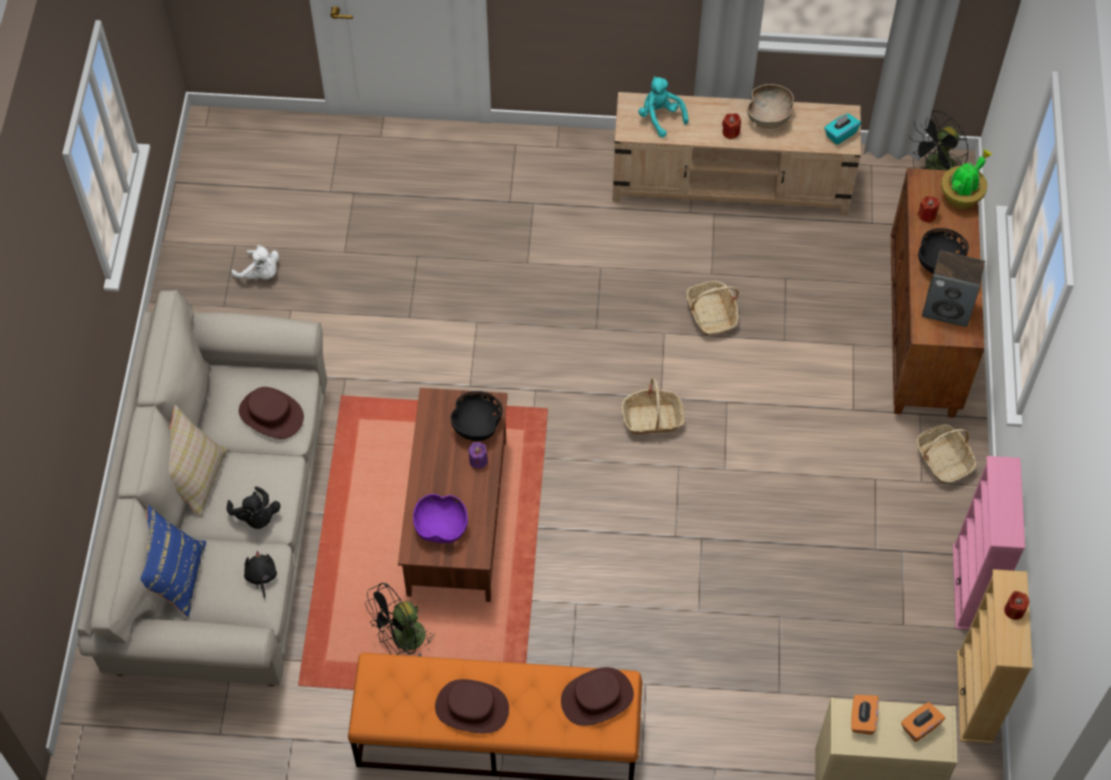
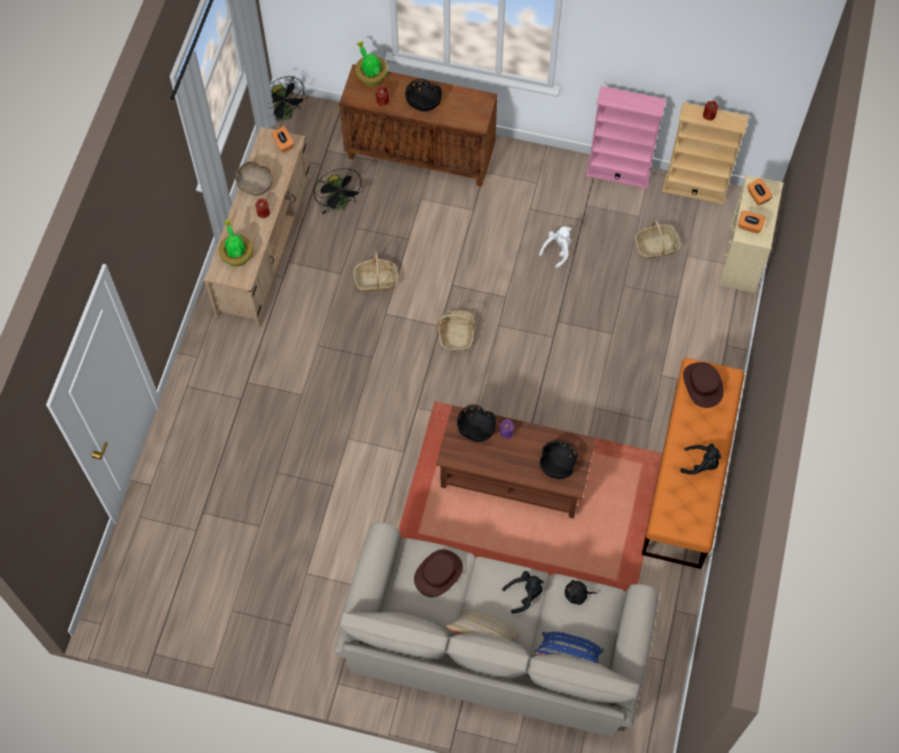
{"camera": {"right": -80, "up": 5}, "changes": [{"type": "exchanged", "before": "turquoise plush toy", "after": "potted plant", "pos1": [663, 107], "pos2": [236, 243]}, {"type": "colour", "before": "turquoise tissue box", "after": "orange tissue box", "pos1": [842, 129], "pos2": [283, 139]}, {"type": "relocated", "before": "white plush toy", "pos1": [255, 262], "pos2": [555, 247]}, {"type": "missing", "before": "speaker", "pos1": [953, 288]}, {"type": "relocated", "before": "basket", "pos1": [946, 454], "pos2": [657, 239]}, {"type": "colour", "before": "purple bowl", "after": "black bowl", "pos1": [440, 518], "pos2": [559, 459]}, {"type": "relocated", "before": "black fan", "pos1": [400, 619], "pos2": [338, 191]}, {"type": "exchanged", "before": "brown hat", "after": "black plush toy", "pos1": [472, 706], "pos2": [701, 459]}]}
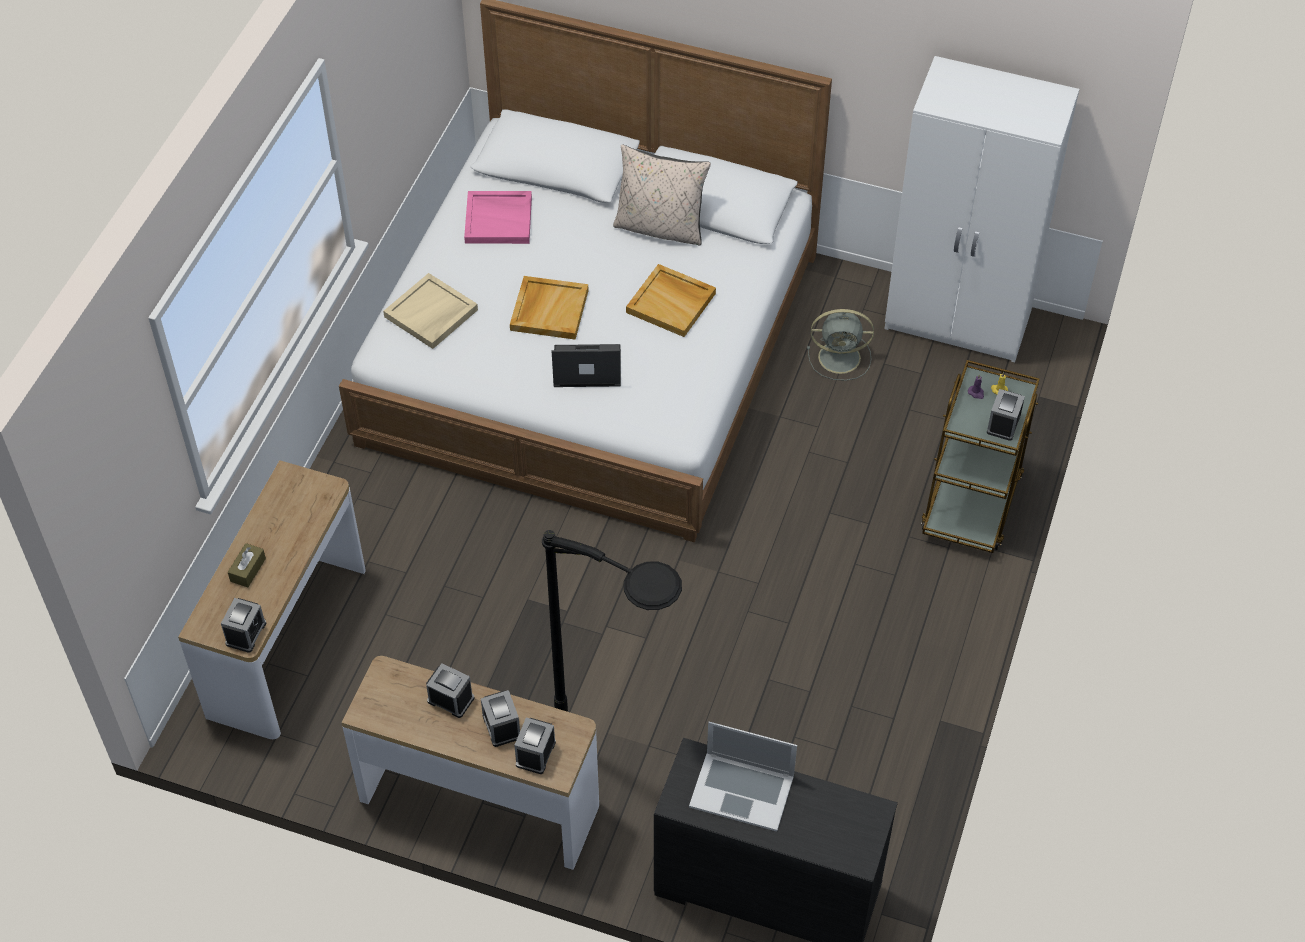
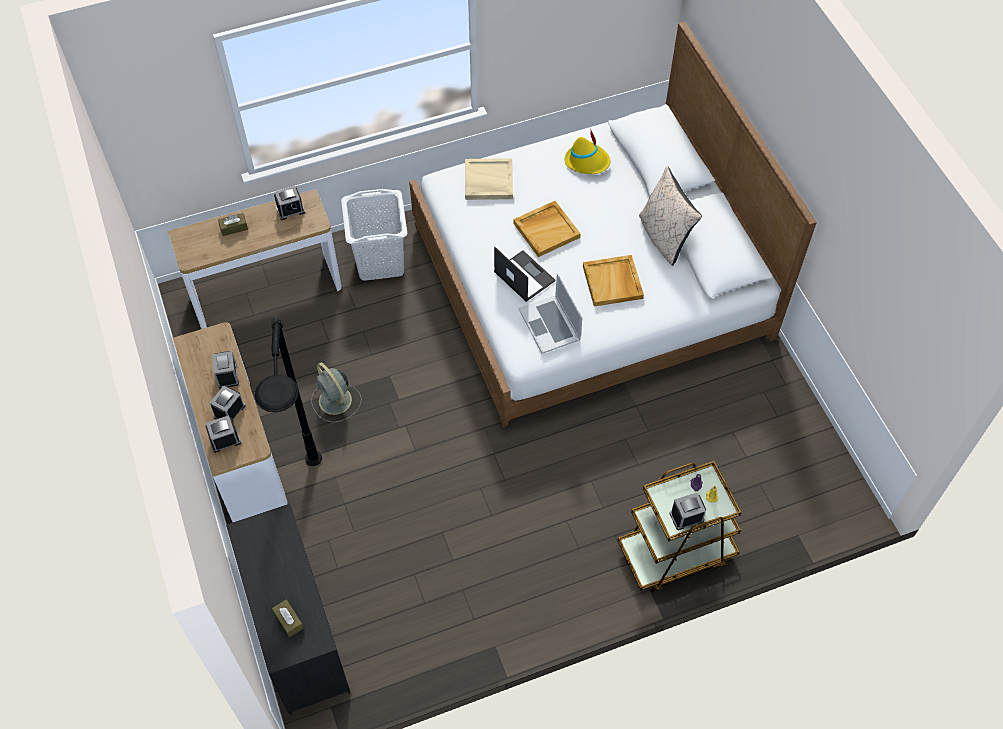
{"camera": {"right": 50, "up": 5}, "changes": [{"type": "missing", "before": "white wardrobe", "pos1": [982, 209]}, {"type": "exchanged", "before": "pink tray", "after": "yellow hat", "pos1": [498, 217], "pos2": [588, 151]}, {"type": "relocated", "before": "grey fan", "pos1": [840, 345], "pos2": [336, 392]}, {"type": "relocated", "before": "alarm clock", "pos1": [243, 625], "pos2": [289, 203]}, {"type": "relocated", "before": "laptop", "pos1": [743, 777], "pos2": [550, 313]}, {"type": "appeared", "after": "white laundry basket", "pos2": [374, 235]}, {"type": "appeared", "after": "brown tissue box", "pos2": [288, 618]}]}
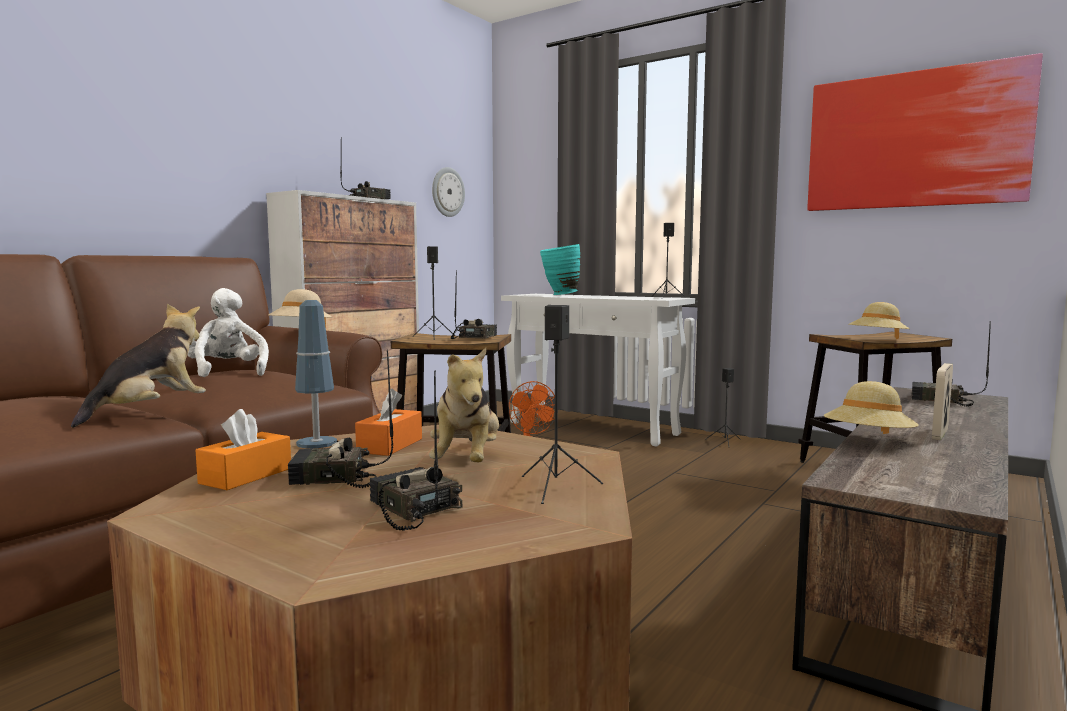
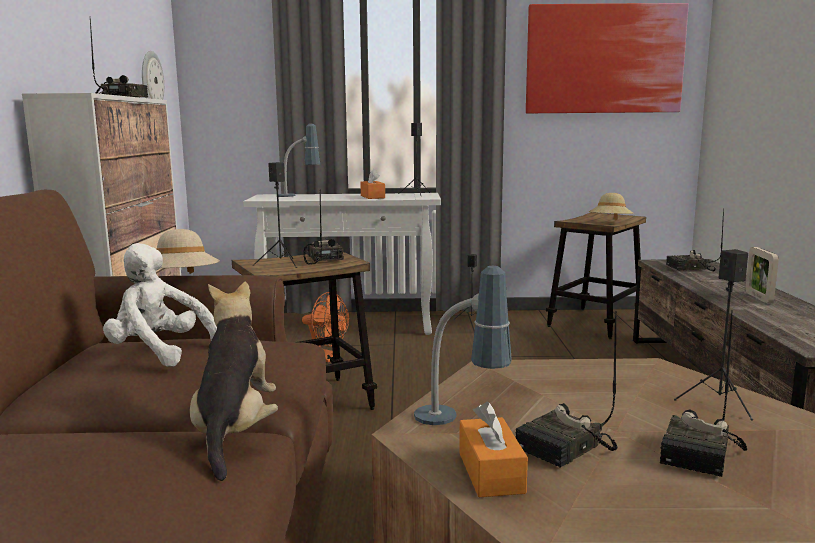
{"camera": {"right": -35, "up": 5}, "changes": [{"type": "exchanged", "before": "turquoise vase", "after": "table lamp", "pos1": [560, 269], "pos2": [299, 160]}, {"type": "missing", "before": "plush toy", "pos1": [464, 405]}, {"type": "spun", "before": "radio", "pos1": [416, 450], "pos2": [703, 393], "turn": -75}, {"type": "missing", "before": "beige hat", "pos1": [871, 407]}, {"type": "relocated", "before": "orange tissue box", "pos1": [388, 422], "pos2": [372, 183]}]}
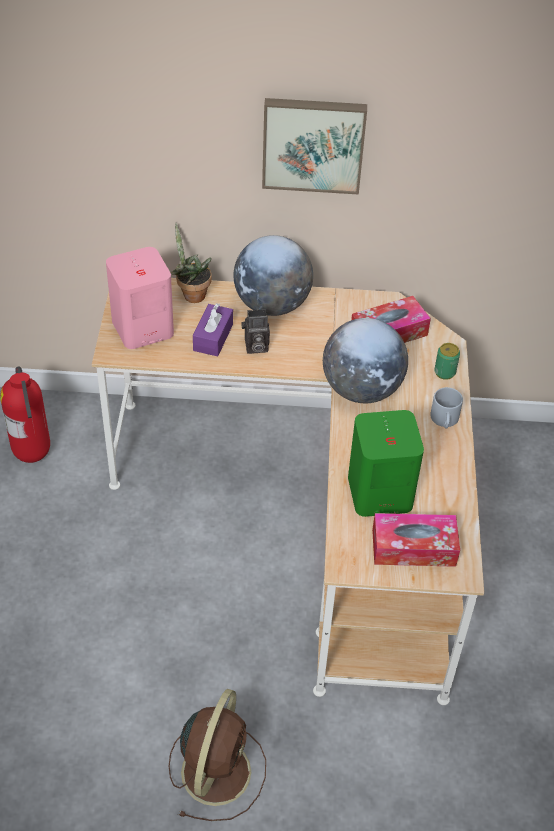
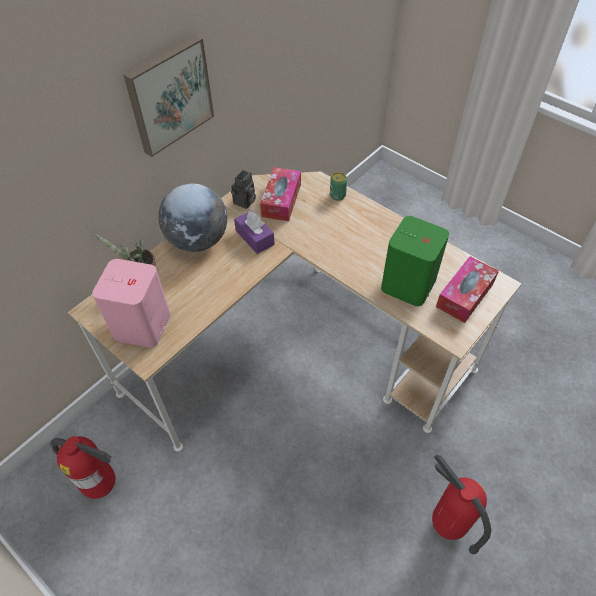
{"camera": {"right": -50, "up": 5}, "changes": [{"type": "relocated", "before": "purple tissue box", "pos1": [213, 330], "pos2": [254, 232]}, {"type": "relocated", "before": "photo camera", "pos1": [255, 331], "pos2": [243, 189]}, {"type": "missing", "before": "globe", "pos1": [365, 360]}, {"type": "missing", "before": "grey mug", "pos1": [446, 407]}, {"type": "exchanged", "before": "brown fan", "after": "fire extinguisher", "pos1": [217, 755], "pos2": [461, 504]}]}
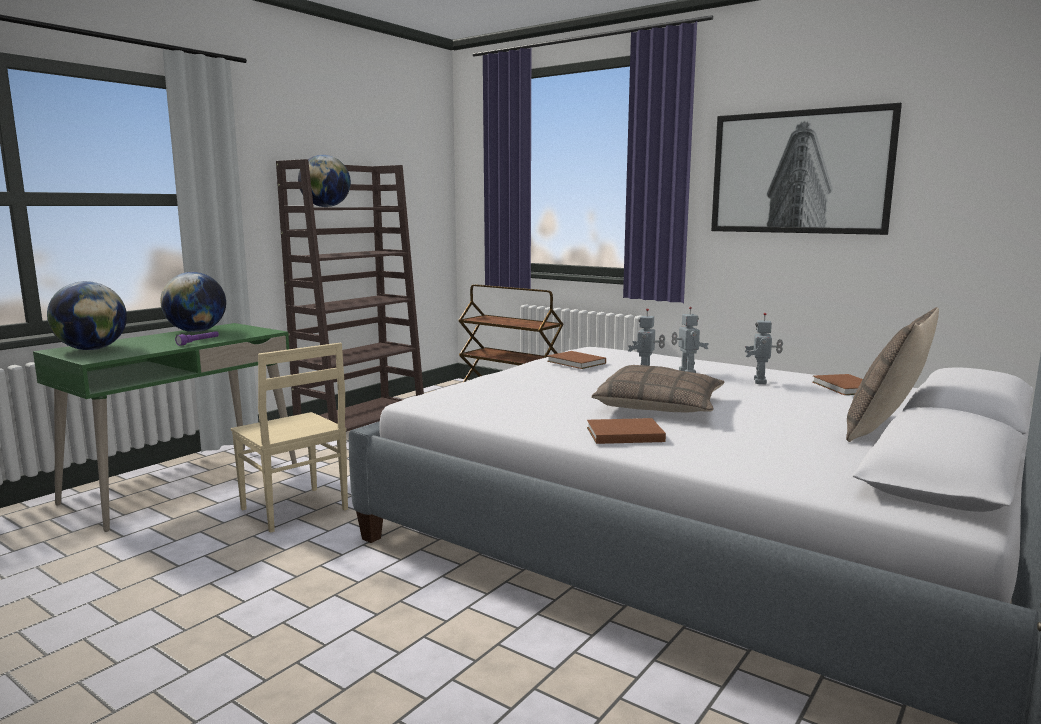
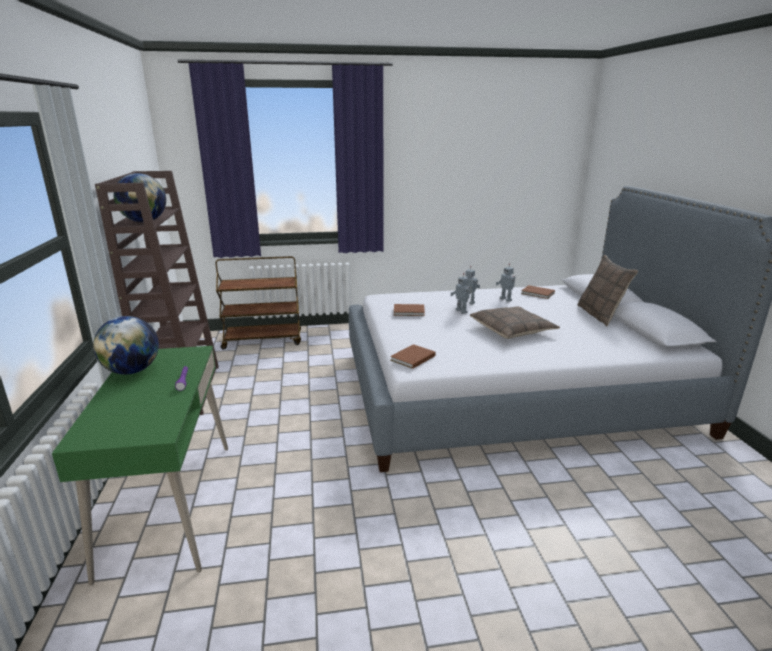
{"camera": {"right": -45, "up": 10}, "changes": [{"type": "missing", "before": "picture", "pos1": [806, 169]}, {"type": "missing", "before": "globe", "pos1": [87, 315]}, {"type": "missing", "before": "beige chair", "pos1": [289, 438]}, {"type": "relocated", "before": "brown book", "pos1": [626, 431], "pos2": [413, 356]}]}
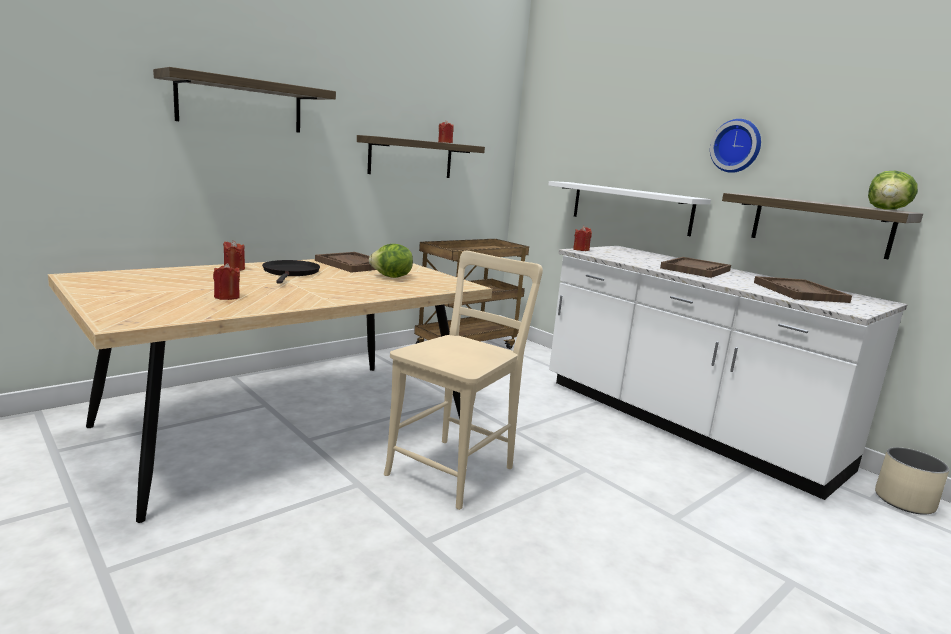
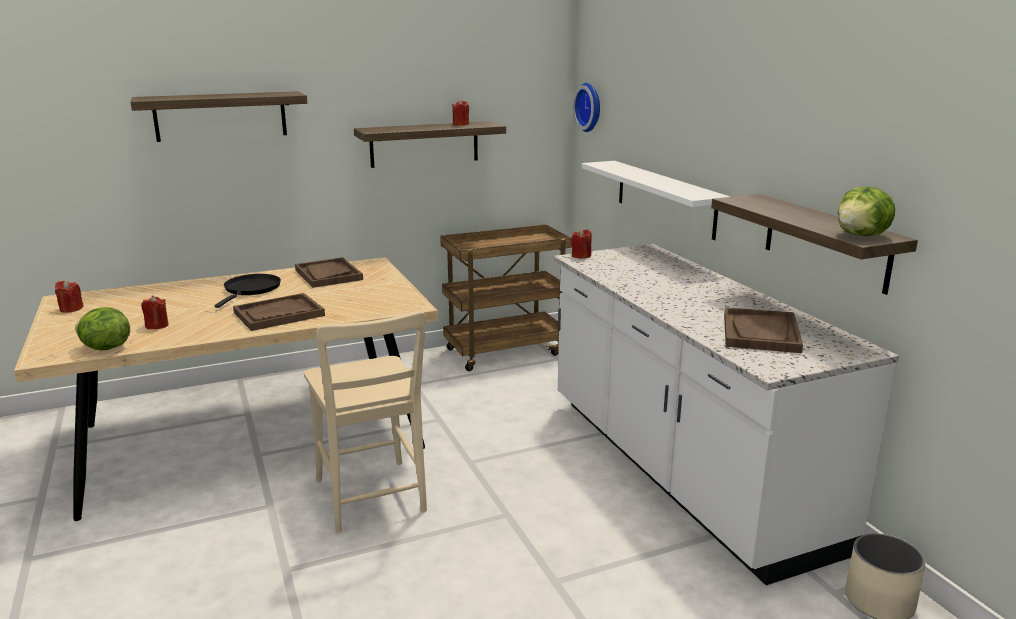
{"camera": {"right": 20, "up": 5}, "changes": [{"type": "relocated", "before": "wall clock", "pos1": [735, 146], "pos2": [586, 107]}, {"type": "relocated", "before": "red candle", "pos1": [234, 255], "pos2": [69, 296]}, {"type": "relocated", "before": "lettuce", "pos1": [391, 261], "pos2": [102, 329]}, {"type": "spun", "before": "beige chair", "pos1": [463, 380], "pos2": [365, 422], "turn": 105}, {"type": "relocated", "before": "brown tray", "pos1": [695, 267], "pos2": [279, 312]}]}
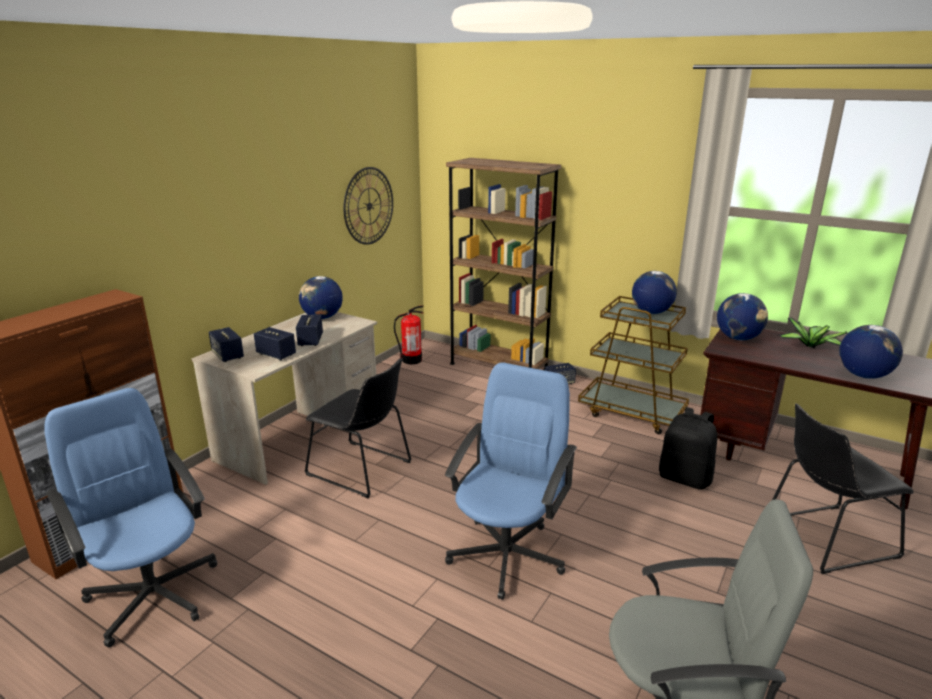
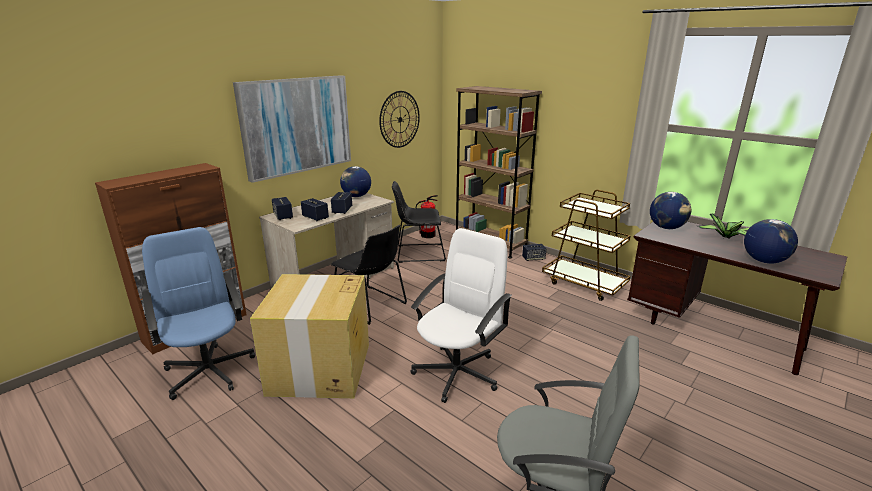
{"camera": {"right": 10, "up": 0}, "changes": [{"type": "missing", "before": "globe", "pos1": [654, 292]}, {"type": "colour", "before": "blue office chair", "after": "white office chair", "pos1": [511, 481], "pos2": [461, 315]}, {"type": "relocated", "before": "black chair", "pos1": [843, 488], "pos2": [419, 222]}, {"type": "missing", "before": "black backpack", "pos1": [688, 448]}, {"type": "appeared", "after": "picture", "pos2": [292, 129]}, {"type": "appeared", "after": "cardboard box", "pos2": [309, 336]}]}
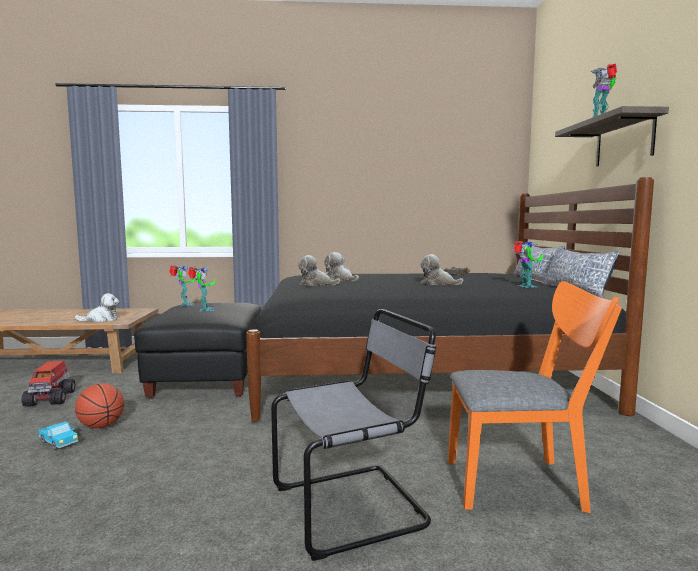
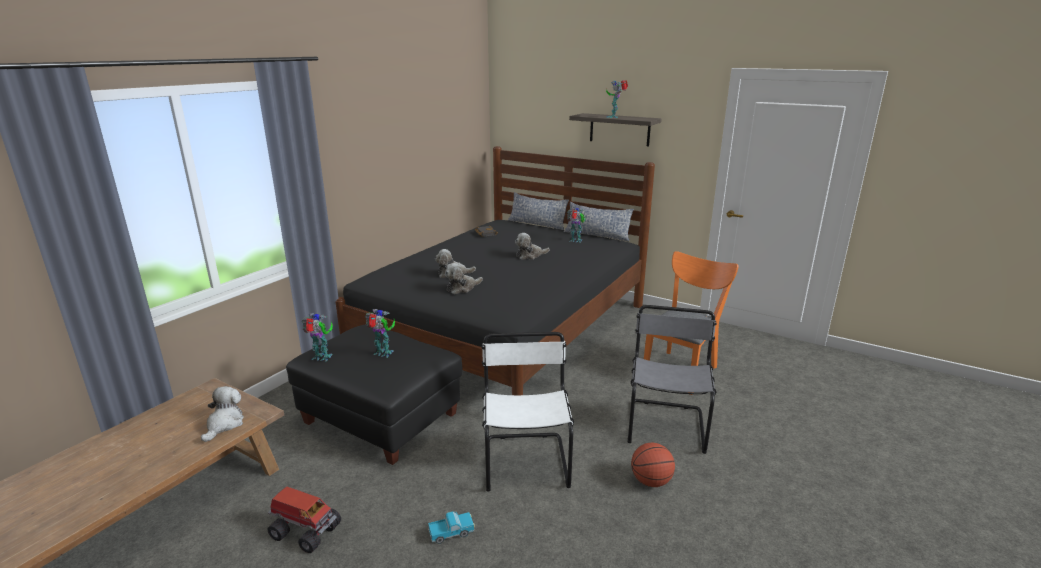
{"camera": {"right": -55, "up": 15}, "changes": [{"type": "relocated", "before": "basketball", "pos1": [99, 405], "pos2": [653, 465]}, {"type": "appeared", "after": "white chair", "pos2": [527, 411]}]}
